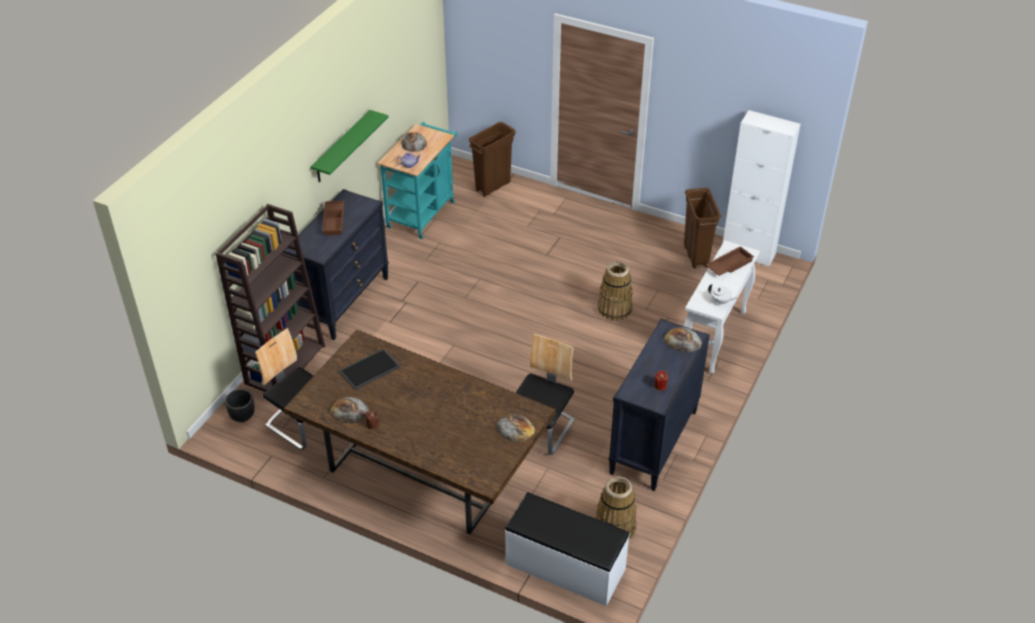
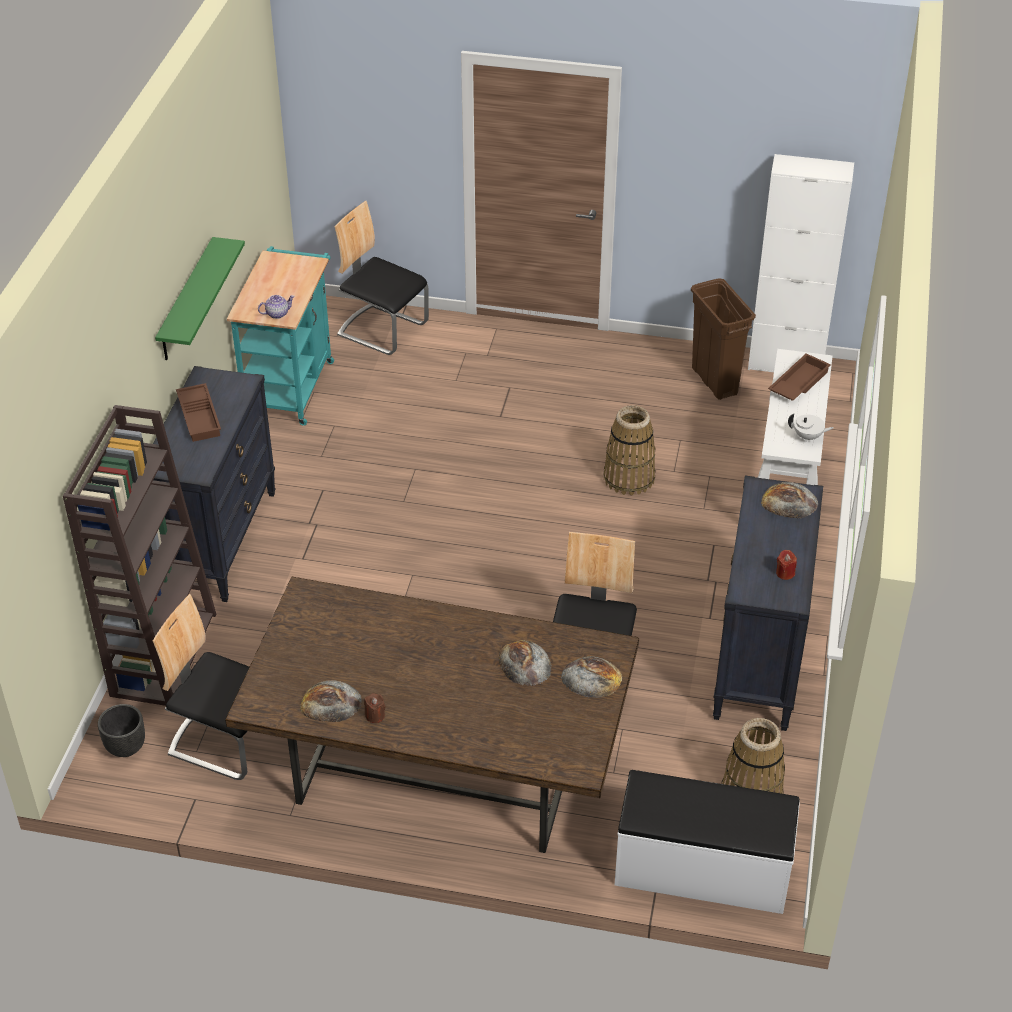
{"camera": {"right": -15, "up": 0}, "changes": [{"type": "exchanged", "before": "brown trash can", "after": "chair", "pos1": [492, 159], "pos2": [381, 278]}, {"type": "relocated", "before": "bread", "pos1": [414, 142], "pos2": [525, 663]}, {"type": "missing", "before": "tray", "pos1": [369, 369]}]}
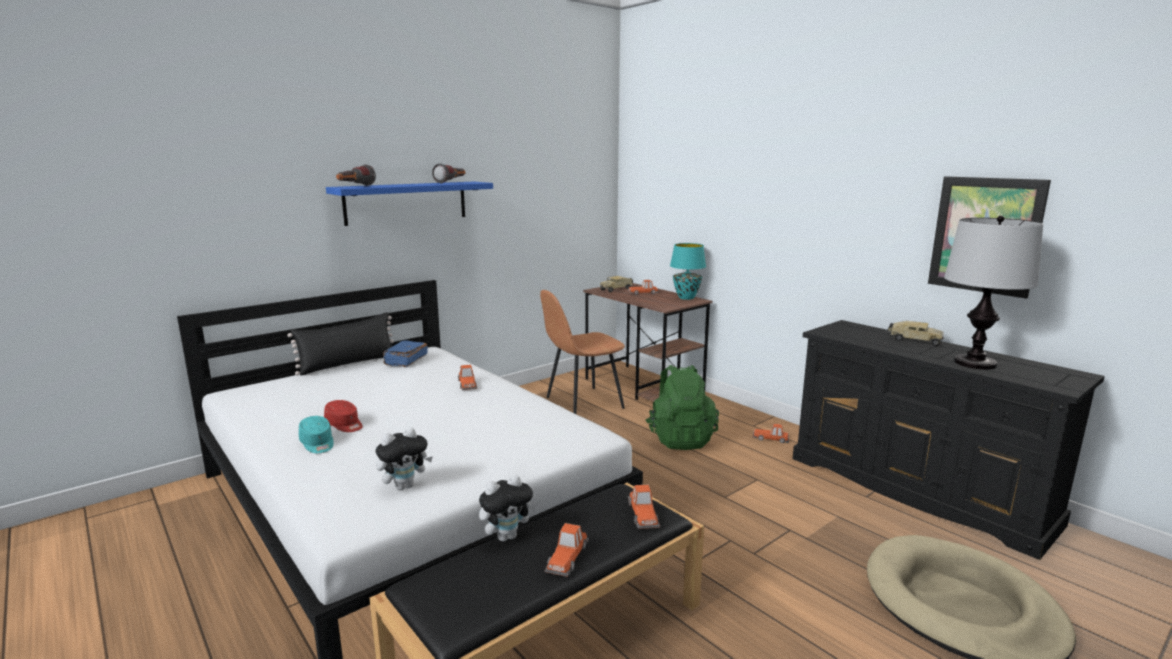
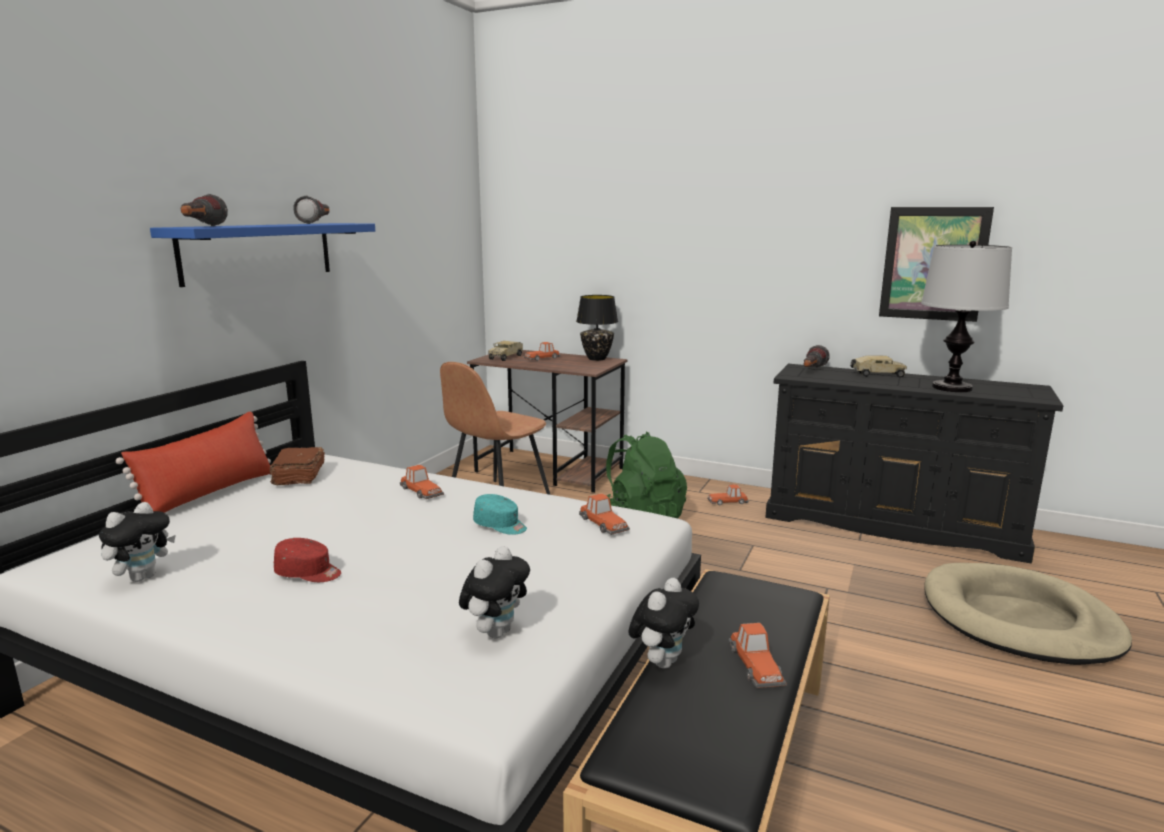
{"camera": {"right": -25, "up": 0}, "changes": [{"type": "colour", "before": "turquoise table lamp", "after": "black table lamp", "pos1": [688, 271], "pos2": [597, 328]}, {"type": "colour", "before": "black pillow", "after": "red pillow", "pos1": [341, 344], "pos2": [193, 462]}, {"type": "colour", "before": "blue book", "after": "brown book", "pos1": [405, 353], "pos2": [297, 466]}, {"type": "relocated", "before": "turquoise cap", "pos1": [316, 434], "pos2": [500, 514]}, {"type": "relocated", "before": "toy car", "pos1": [644, 507], "pos2": [604, 514]}, {"type": "appeared", "after": "flashlight", "pos2": [817, 356]}, {"type": "appeared", "after": "plush toy", "pos2": [137, 542]}]}
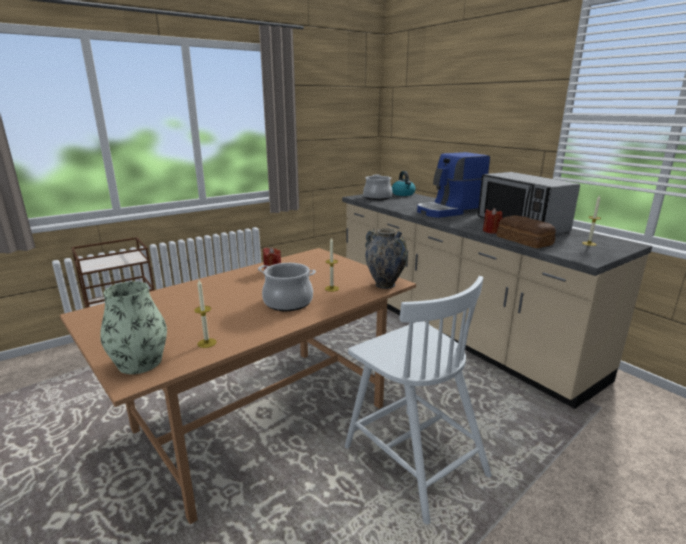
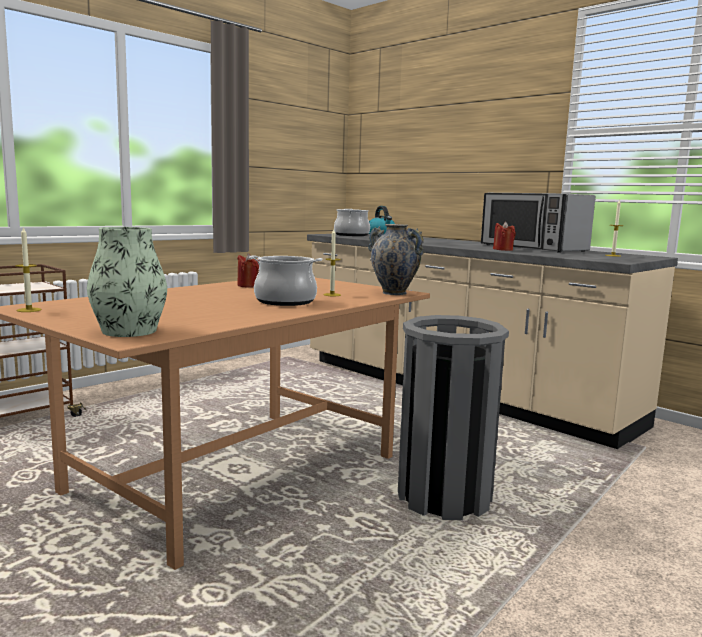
{"camera": {"right": -10, "up": -10}, "changes": [{"type": "missing", "before": "coffee machine", "pos1": [453, 185]}, {"type": "missing", "before": "bread", "pos1": [526, 231]}, {"type": "exchanged", "before": "white chair", "after": "grey trash can", "pos1": [418, 400], "pos2": [453, 417]}, {"type": "relocated", "before": "candle", "pos1": [205, 314], "pos2": [28, 269]}]}
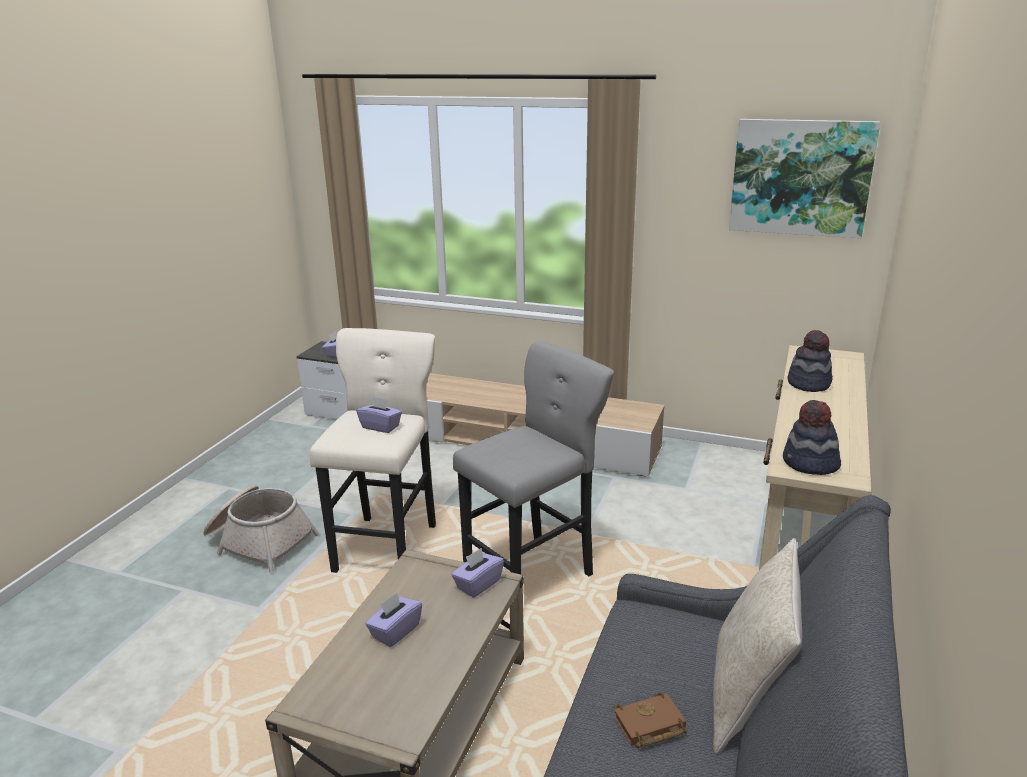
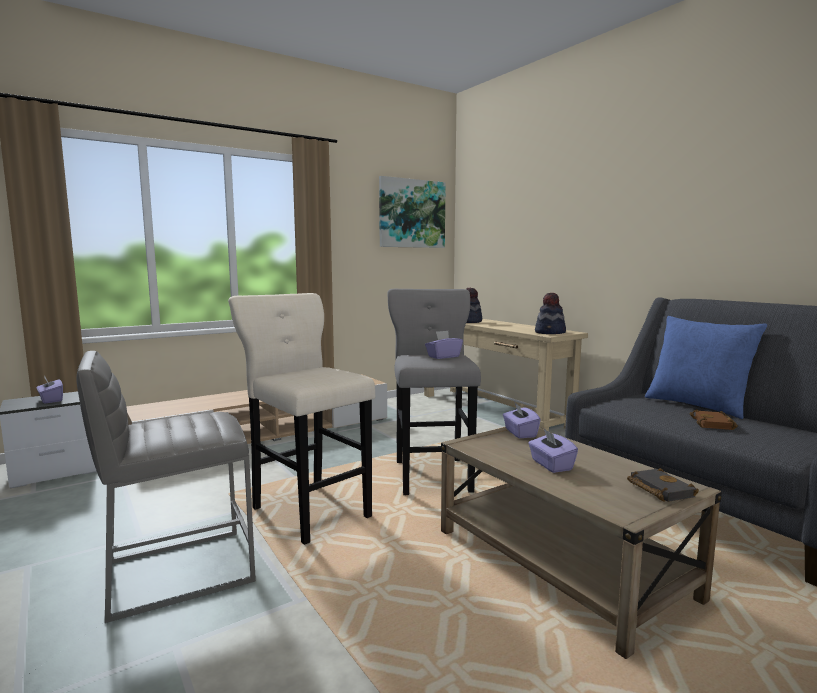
{"camera": {"right": -55, "up": -15}, "changes": [{"type": "relocated", "before": "purple tissue box", "pos1": [379, 414], "pos2": [444, 345]}, {"type": "exchanged", "before": "basket", "after": "grey stool", "pos1": [261, 529], "pos2": [166, 487]}, {"type": "colour", "before": "beige pillow", "after": "blue pillow", "pos1": [757, 646], "pos2": [706, 367]}, {"type": "appeared", "after": "black book", "pos2": [663, 485]}]}
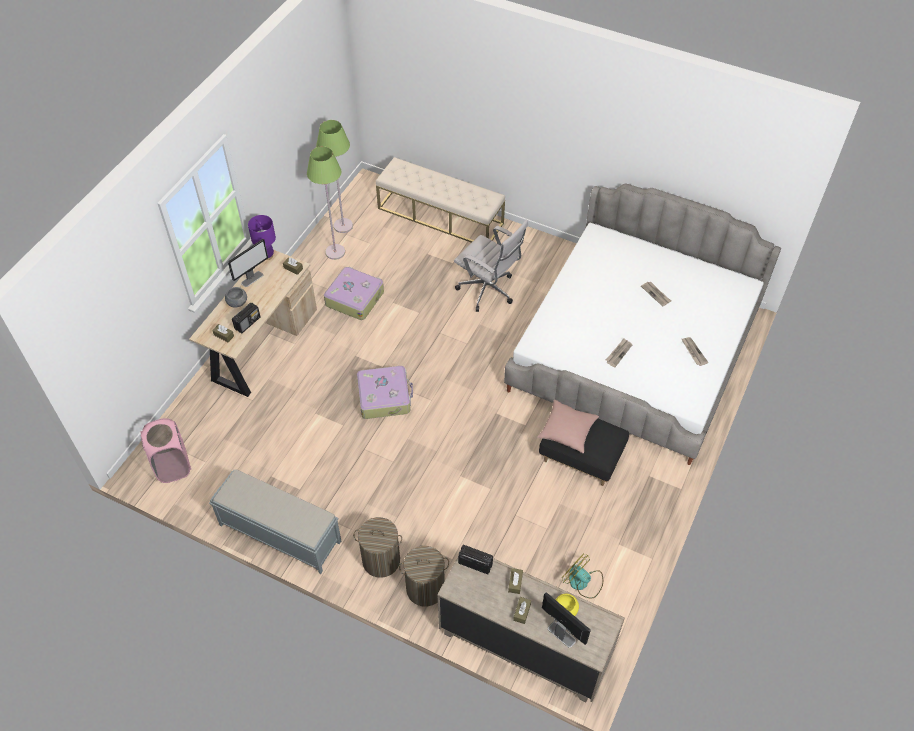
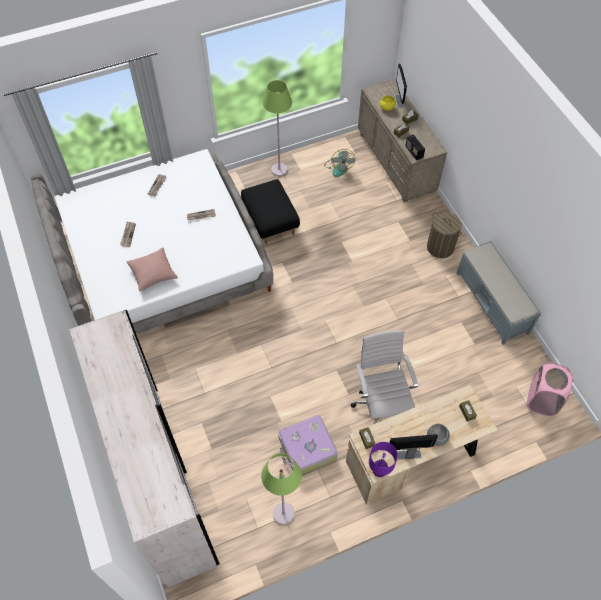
{"camera": {"right": -140, "up": 5}, "changes": [{"type": "relocated", "before": "green floor lamp", "pos1": [334, 176], "pos2": [277, 128]}, {"type": "exchanged", "before": "beige bench", "after": "white wardrobe", "pos1": [440, 200], "pos2": [144, 449]}, {"type": "relocated", "before": "white office chair", "pos1": [491, 265], "pos2": [384, 377]}, {"type": "missing", "before": "radio", "pos1": [246, 317]}, {"type": "missing", "before": "suitcase", "pos1": [385, 392]}, {"type": "relocated", "before": "pink pillow", "pos1": [568, 426], "pos2": [152, 269]}, {"type": "missing", "before": "laundry basket", "pos1": [424, 576]}]}
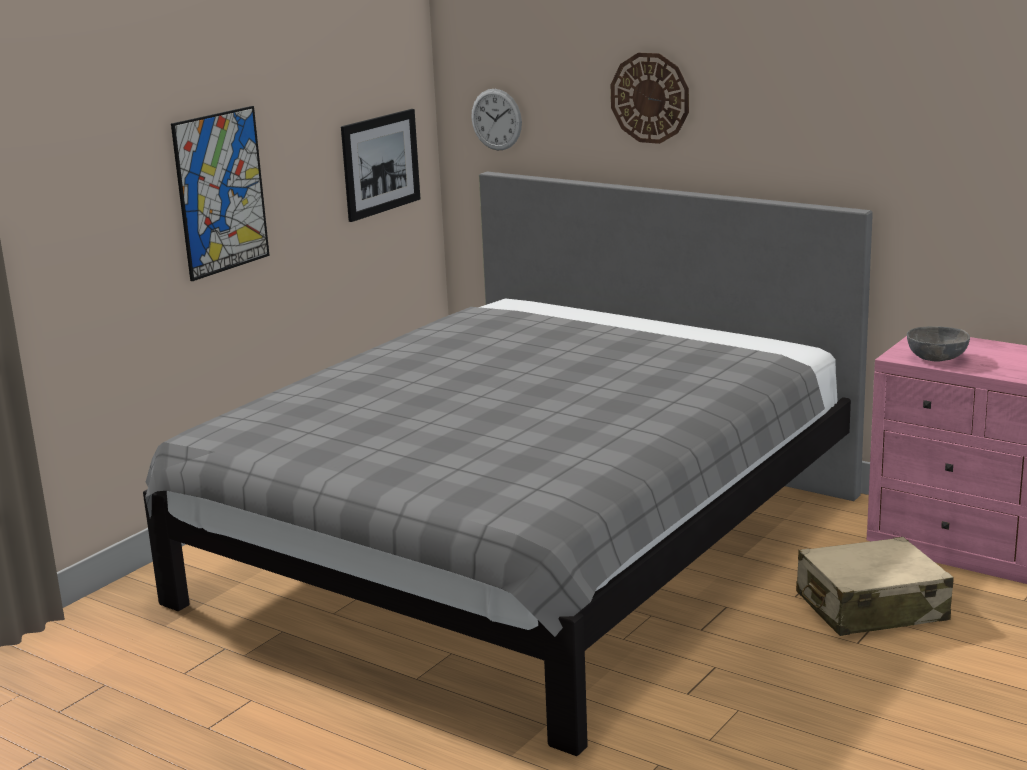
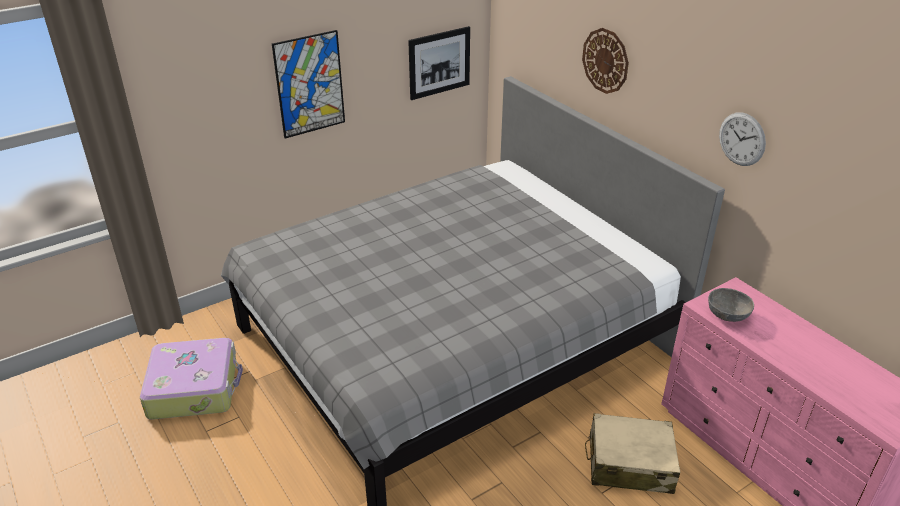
{"camera": {"right": 20, "up": 15}, "changes": [{"type": "relocated", "before": "wall clock", "pos1": [496, 119], "pos2": [742, 139]}, {"type": "appeared", "after": "suitcase", "pos2": [191, 379]}]}
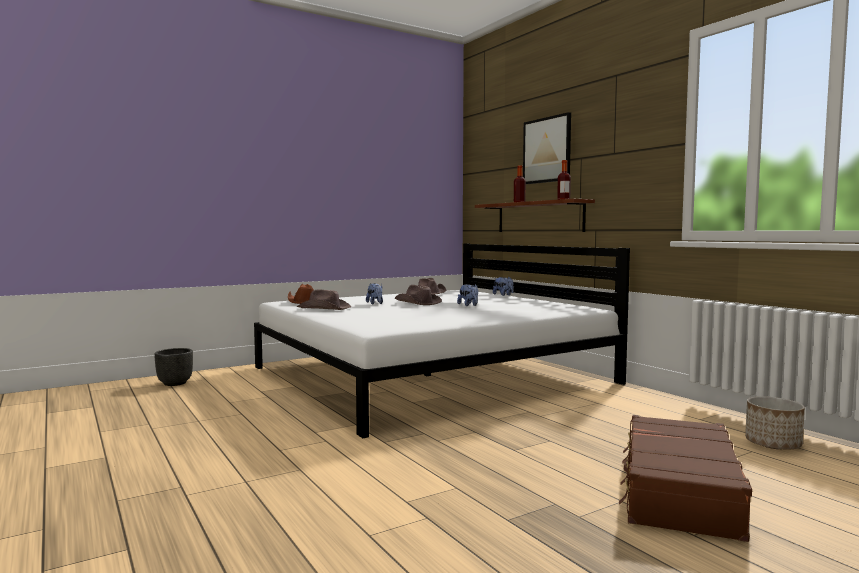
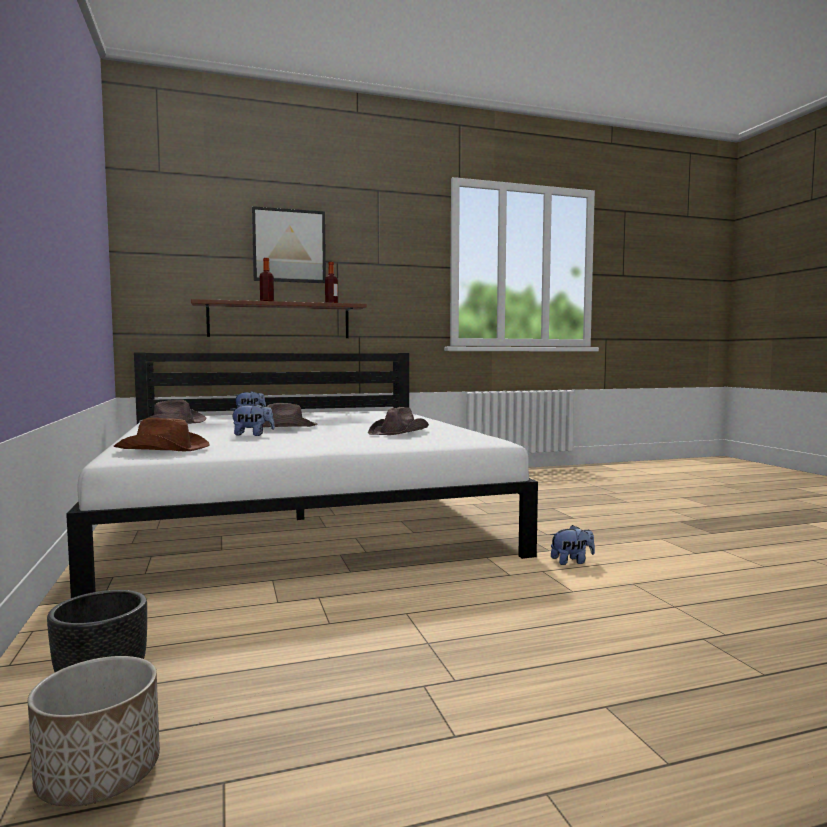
{"camera": {"right": -75, "up": 0}, "changes": [{"type": "relocated", "before": "plush toy", "pos1": [467, 295], "pos2": [572, 545]}, {"type": "relocated", "before": "brown hat", "pos1": [323, 300], "pos2": [398, 421]}, {"type": "relocated", "before": "planter", "pos1": [775, 422], "pos2": [94, 731]}, {"type": "missing", "before": "brown suitcase", "pos1": [685, 478]}]}
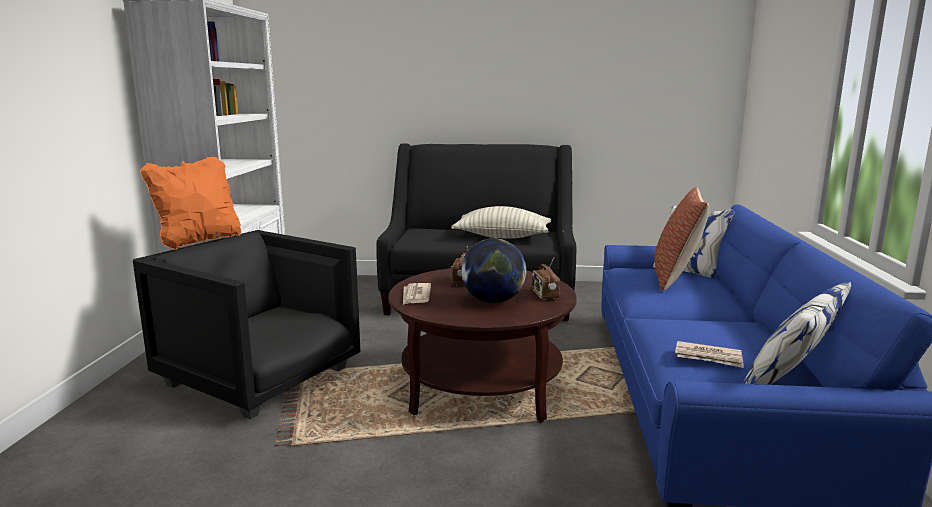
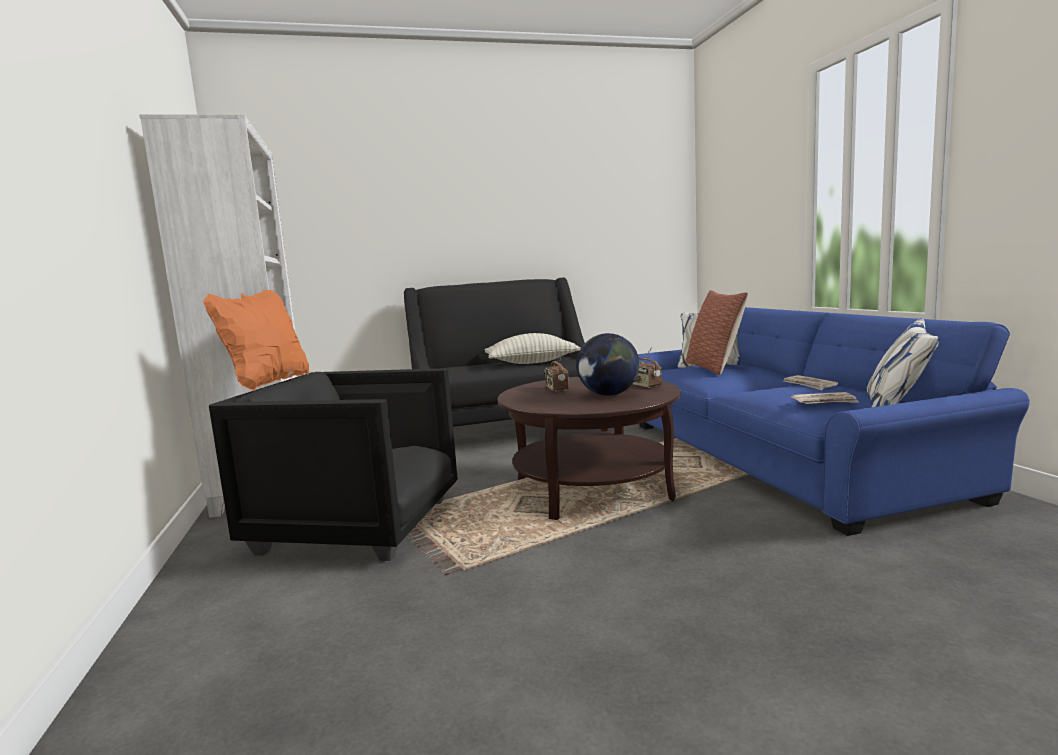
{"camera": {"right": -20, "up": -5}, "changes": [{"type": "relocated", "before": "newspaper", "pos1": [417, 294], "pos2": [811, 382]}]}
